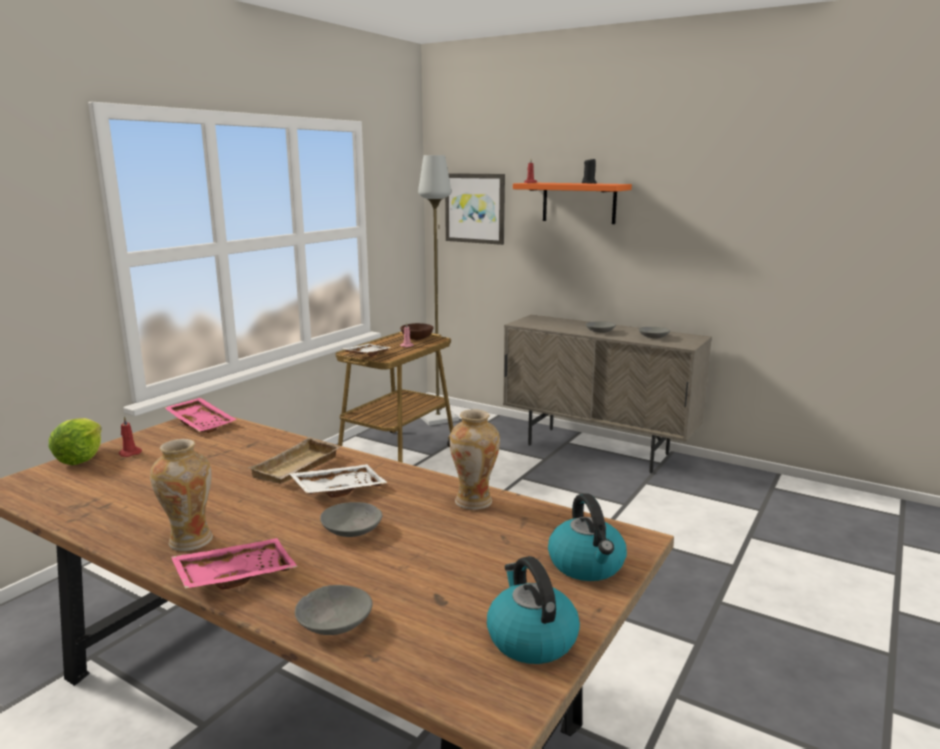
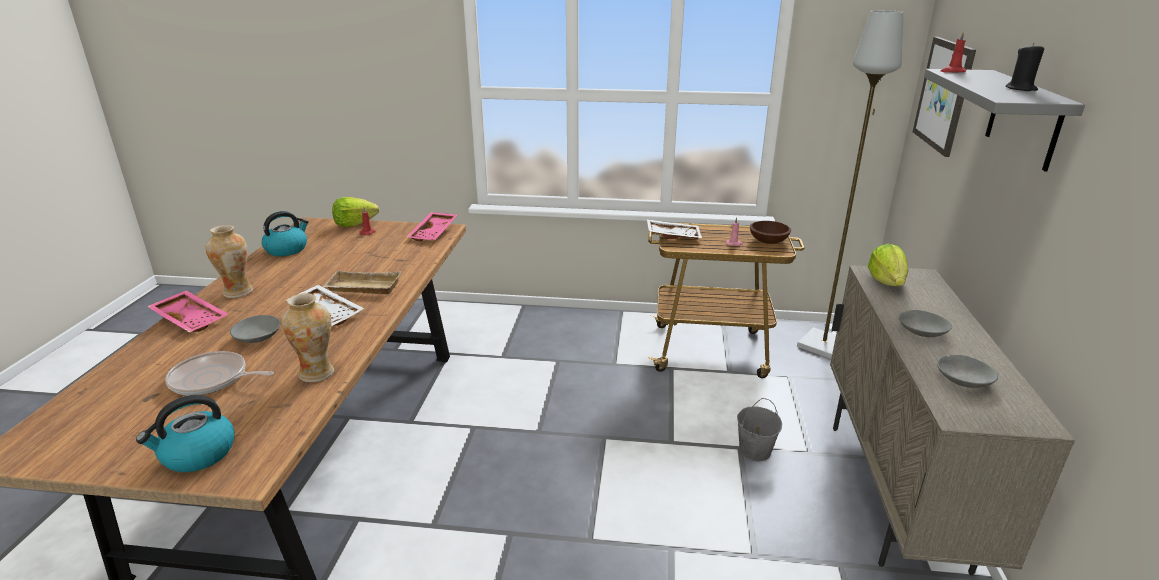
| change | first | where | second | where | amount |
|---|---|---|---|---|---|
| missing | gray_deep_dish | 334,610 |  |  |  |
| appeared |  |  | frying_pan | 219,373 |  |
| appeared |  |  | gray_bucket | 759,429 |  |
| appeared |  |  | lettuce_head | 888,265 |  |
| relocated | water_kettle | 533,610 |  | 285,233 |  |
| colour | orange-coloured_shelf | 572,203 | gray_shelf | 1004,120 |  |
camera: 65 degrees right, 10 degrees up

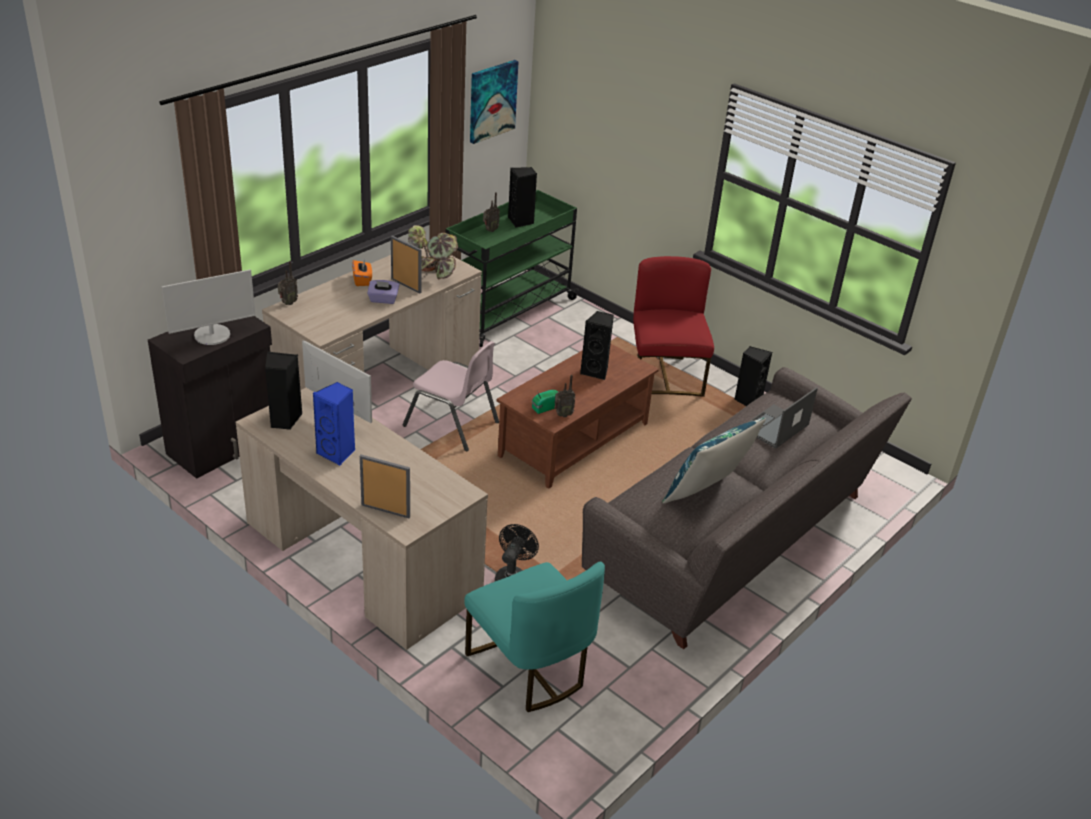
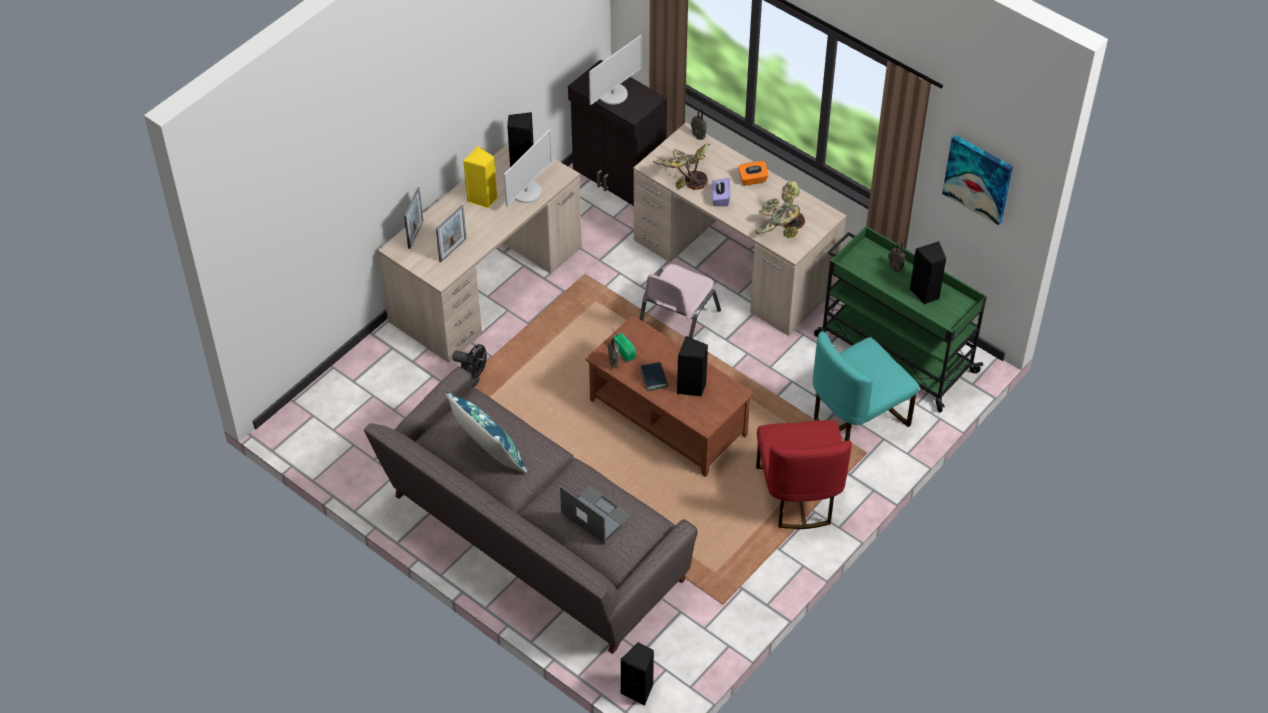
| change | first | where | second | where | amount |
|---|---|---|---|---|---|
| appeared |  |  | bound_book | 654,376 |  |
| appeared |  |  | plant_in_a_pot | 681,166 |  |
| relocated | standing_frame | 406,264 |  | 451,233 |  |
| relocated | blue-green_chair | 534,637 |  | 866,386 |  |
| relocated | black-coloured_loudspeaker | 753,376 |  | 637,674 |  |
| colour | blue-coloured_loudspeaker | 334,424 | yellowish_loudspeaker | 480,177 |  |
| spun | monitor | 208,307 |  | 615,70 | 105 degrees counterclockwise |
| spun | red-coloured_chair | 673,326 |  | 804,474 | 90 degrees clockwise |
camera: 90 degrees right, 15 degrees up

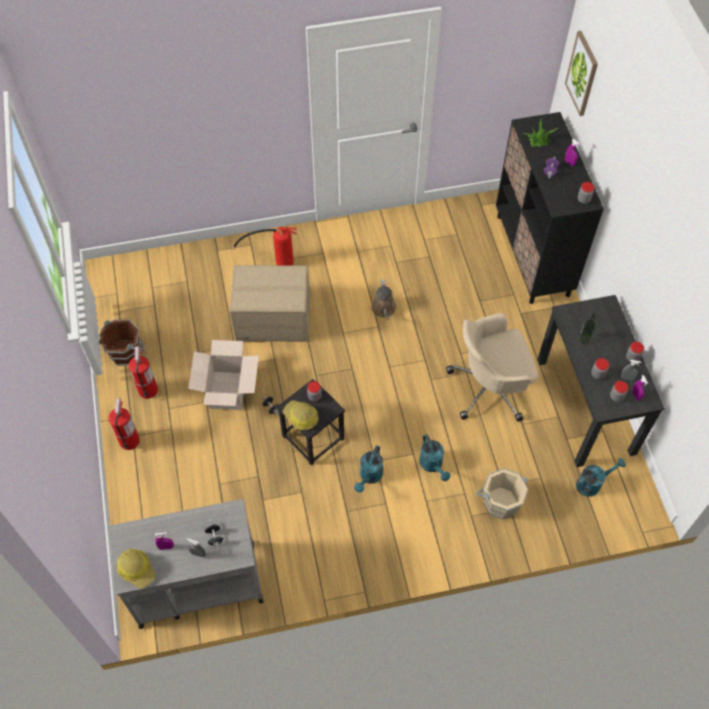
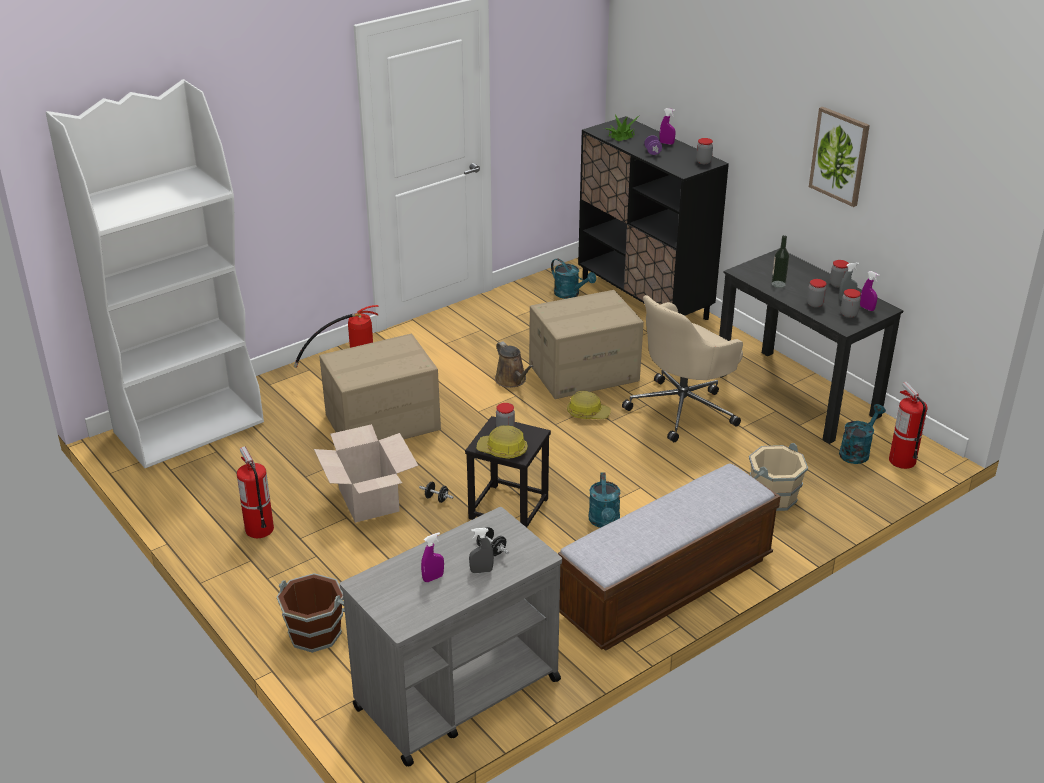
| change | first | where | second | where | amount |
|---|---|---|---|---|---|
| appeared |  |  | white-coloured_shelving_unit | 155,273 |  |
| appeared |  |  | packing_box | 586,344 |  |
| appeared |  |  | bench | 669,557 |  |
| relocated | brown-coloured_bucket | 121,343 |  | 310,613 |  |
| relocated | fire-fighting_cylinder | 124,424 |  | 908,425 |  |
| relocated | hard_hat | 136,568 |  | 589,405 |  |
| relocated | blue-green_sprinkling_can | 435,457 |  | 573,278 |  |
| relocated | wall_art | 581,73 |  | 839,157 |  |
camera: 25 degrees left, 25 degrees down

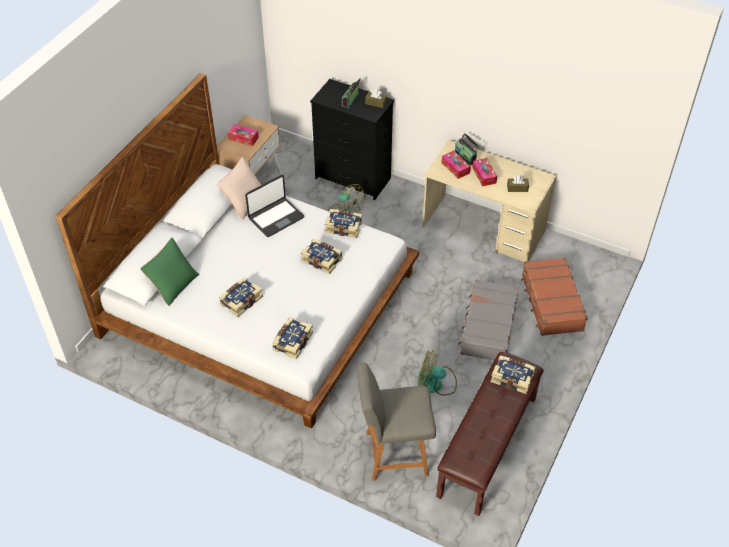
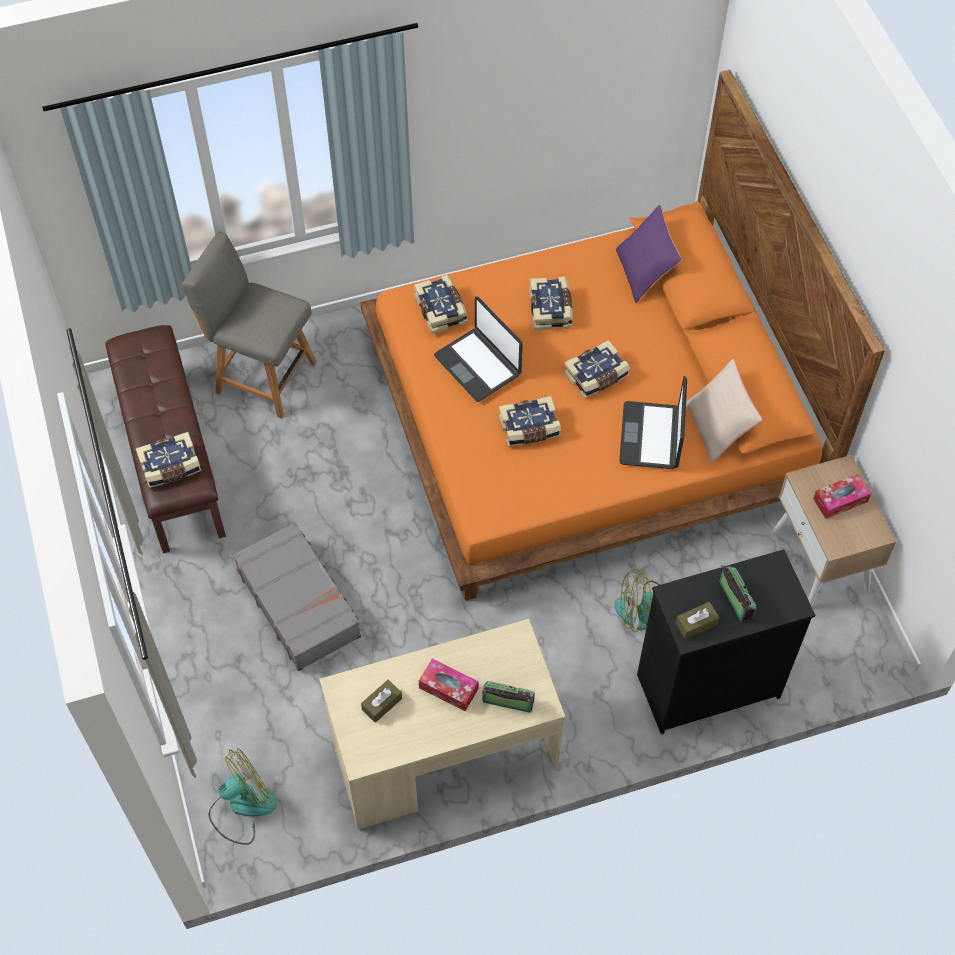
| change | first | where | second | where | amount |
|---|---|---|---|---|---|
| missing | tissue_box | 456,165 |  |  |  |
| missing | brown-coloured_suitcase | 554,296 |  |  |  |
| appeared |  |  | notebook_computer | 478,349 |  |
| relocated | bound_book | 343,223 |  | 597,369 |  |
| relocated | cooling_fan | 437,372 |  | 242,797 |  |
| colour | white-coloured_sleeping_bed | 237,251 | orange-coloured_sleeping_bed | 622,335 |  |
| colour | greenish_pillow | 169,272 | purple-coloured_pillow | 649,254 |  |
| spun | gray_chair | 396,422 |  | 249,325 | 105 degrees counterclockwise |
camera: 135 degrees right, 10 degrees up

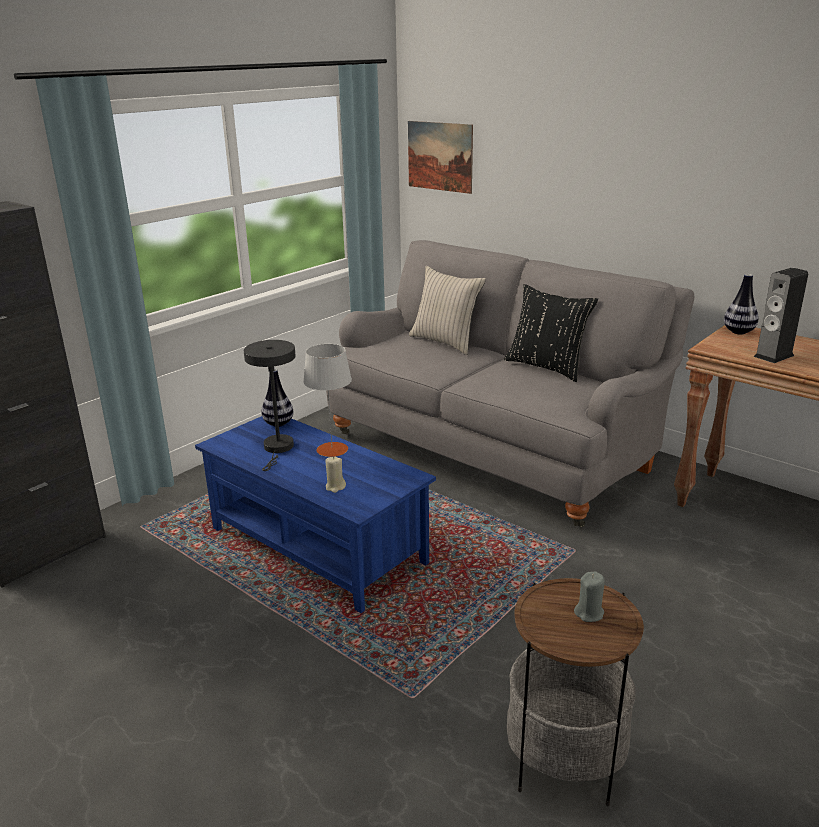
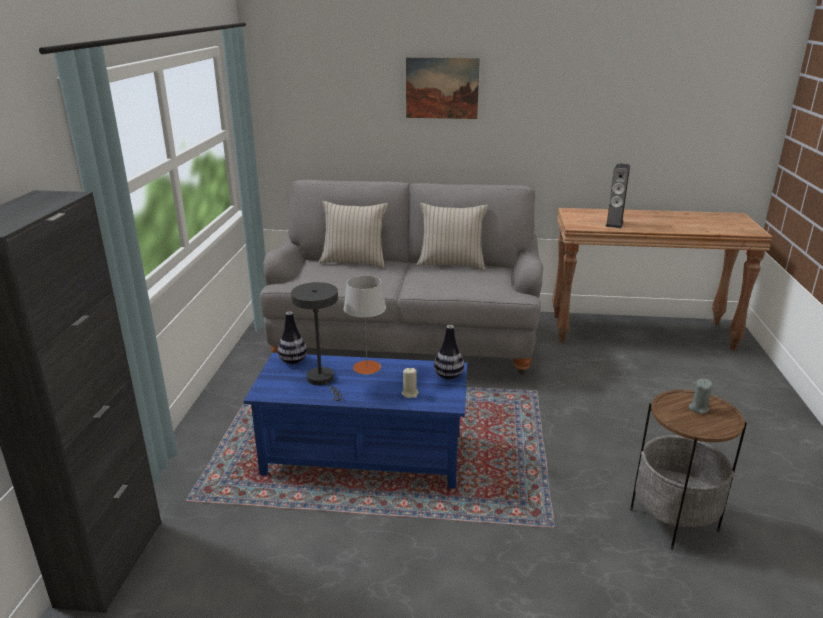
| change | first | where | second | where | amount |
|---|---|---|---|---|---|
| relocated | wall_art | 440,157 |  | 443,88 |  |
| relocated | flower_vase | 741,304 |  | 449,352 |  |
| colour | black-coloured_pillow | 551,333 | sand-coloured_pillow | 452,236 |  |
camera: 35 degrees left, 0 degrees up

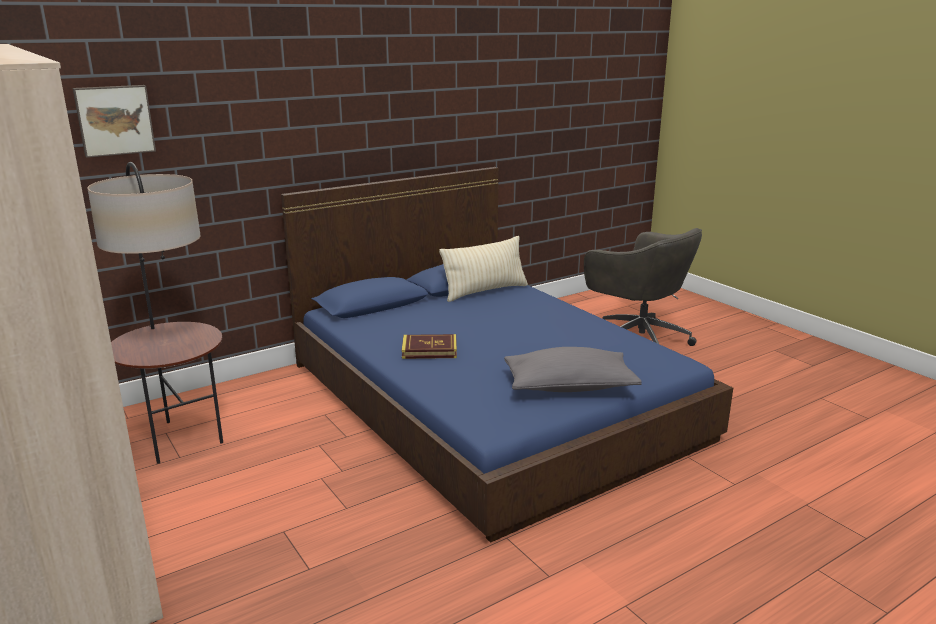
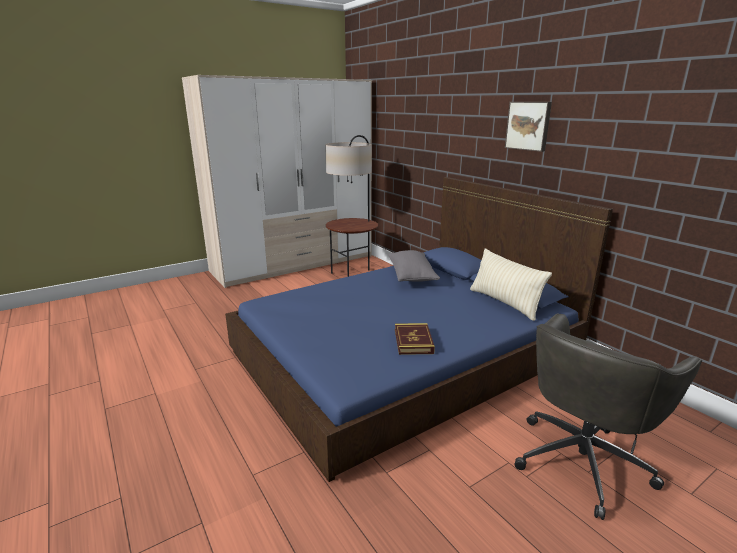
| change | first | where | second | where | amount |
|---|---|---|---|---|---|
| relocated | wall_art | 114,121 |  | 528,127 |  |
| relocated | bound_book | 429,346 |  | 415,339 |  |
| relocated | gray_pillow | 573,369 |  | 414,266 |  |
camera: 90 degrees right, 0 degrees up

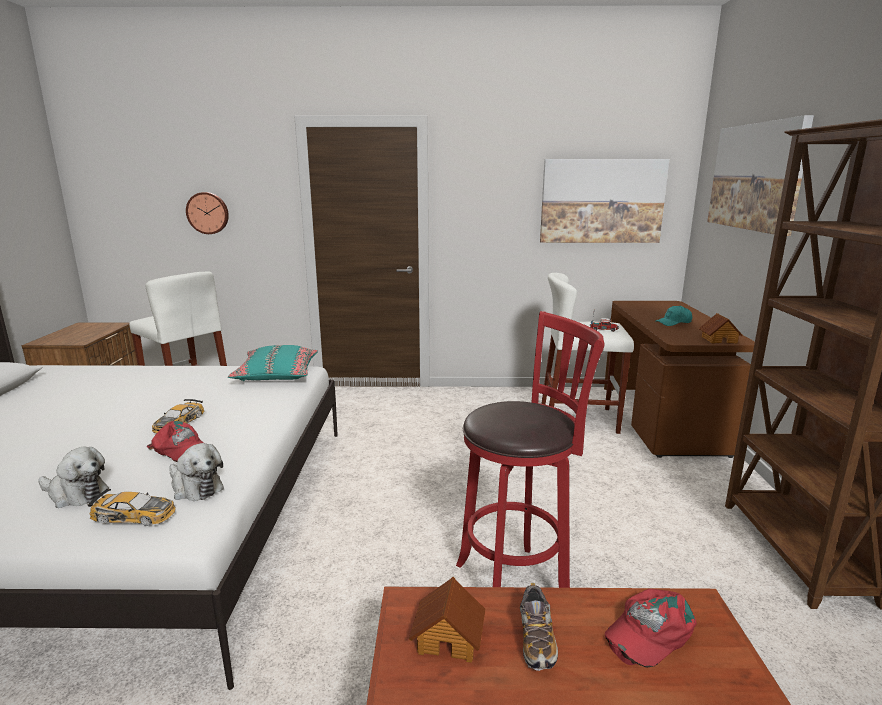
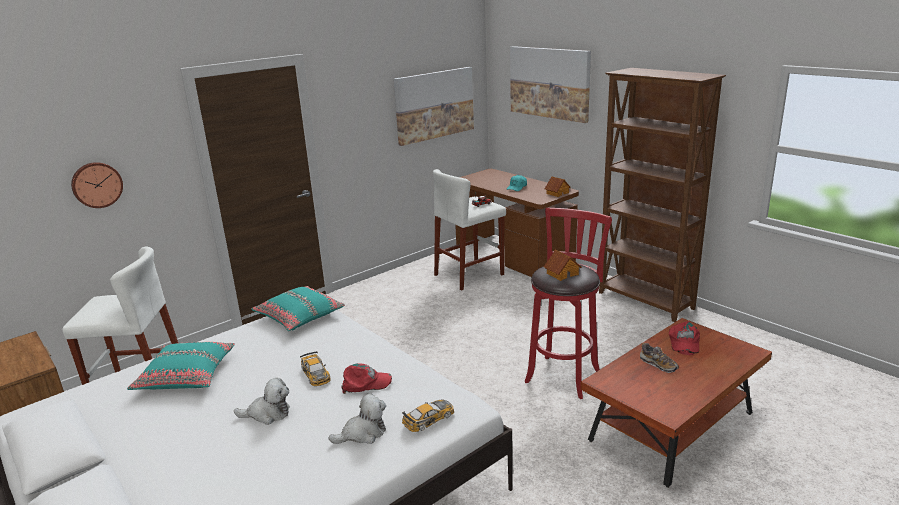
| change | first | where | second | where | amount |
|---|---|---|---|---|---|
| appeared |  |  | blue-green_pillow | 181,366 |  |
| relocated | plush_toy | 196,472 |  | 262,401 |  |
| relocated | miniature_house | 447,620 |  | 562,265 |  |
camera: 40 degrees left, 5 degrees up

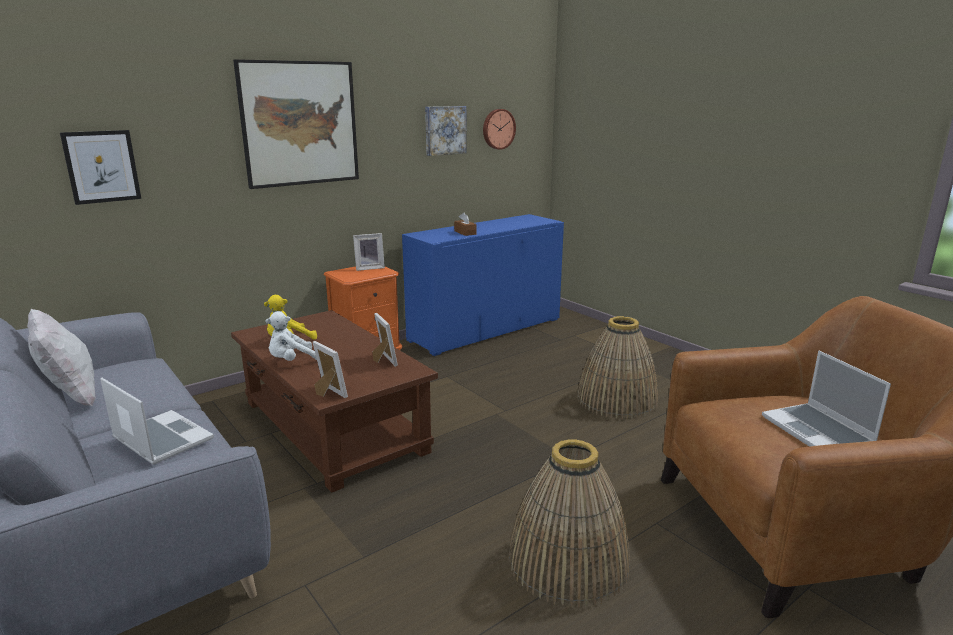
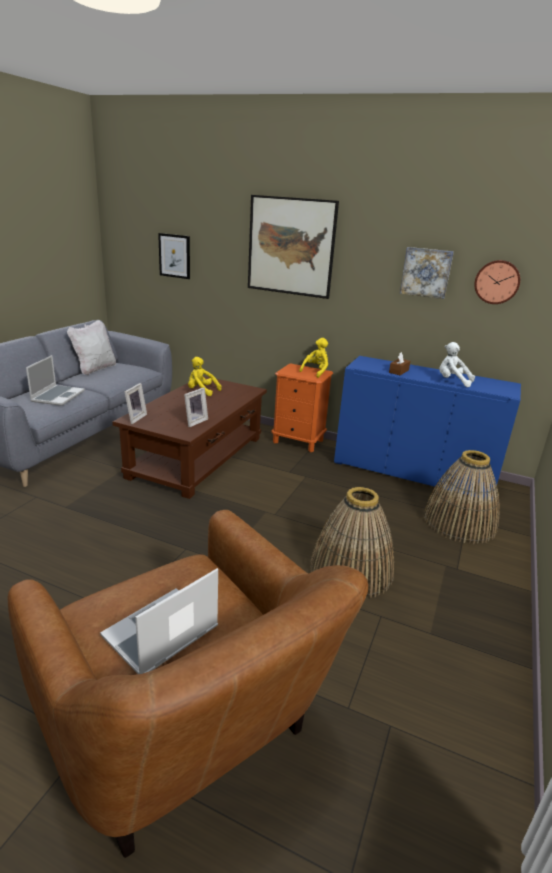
| change | first | where | second | where | amount |
|---|---|---|---|---|---|
| relocated | white-coloured_plush_toy | 291,336 |  | 457,364 |  |
| relocated | household_basket | 569,523 |  | 462,497 |  |
| exchanged | standing_frame | 369,252 | yellowish_plush_toy | 313,358 |  |
camera: 60 degrees right, 5 degrees up

